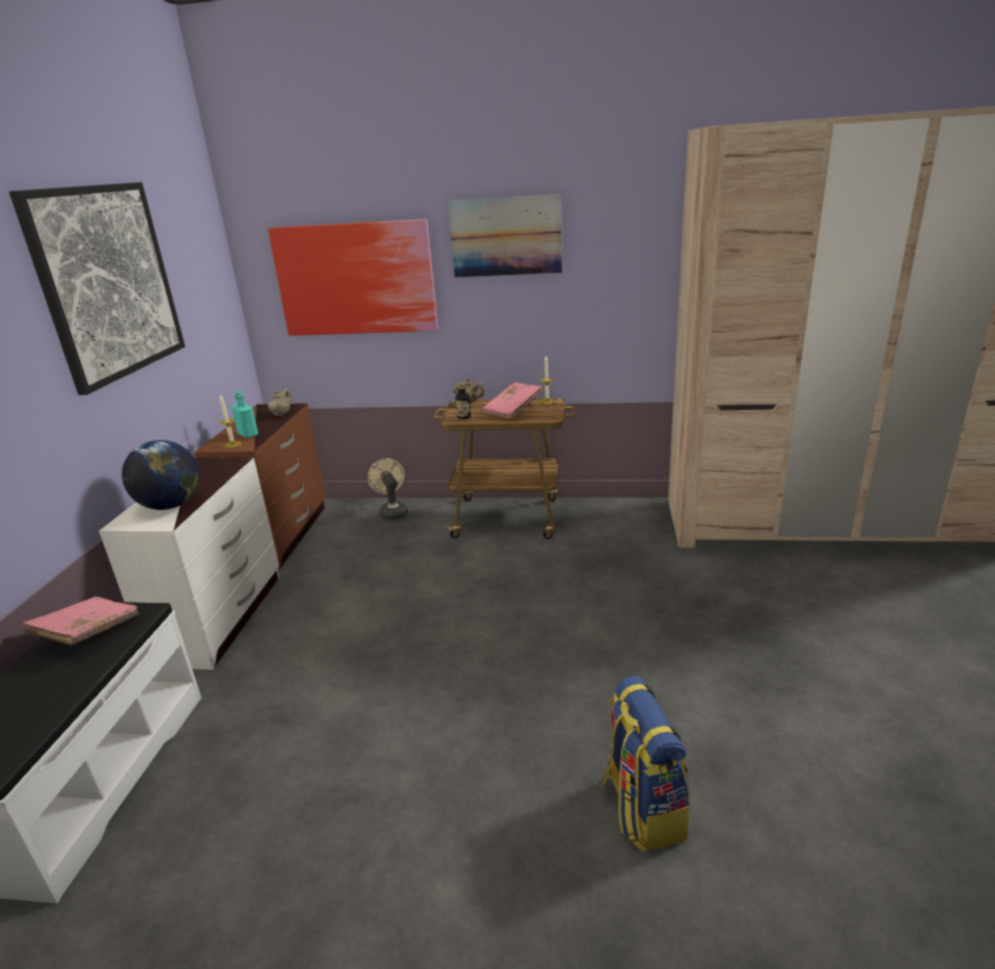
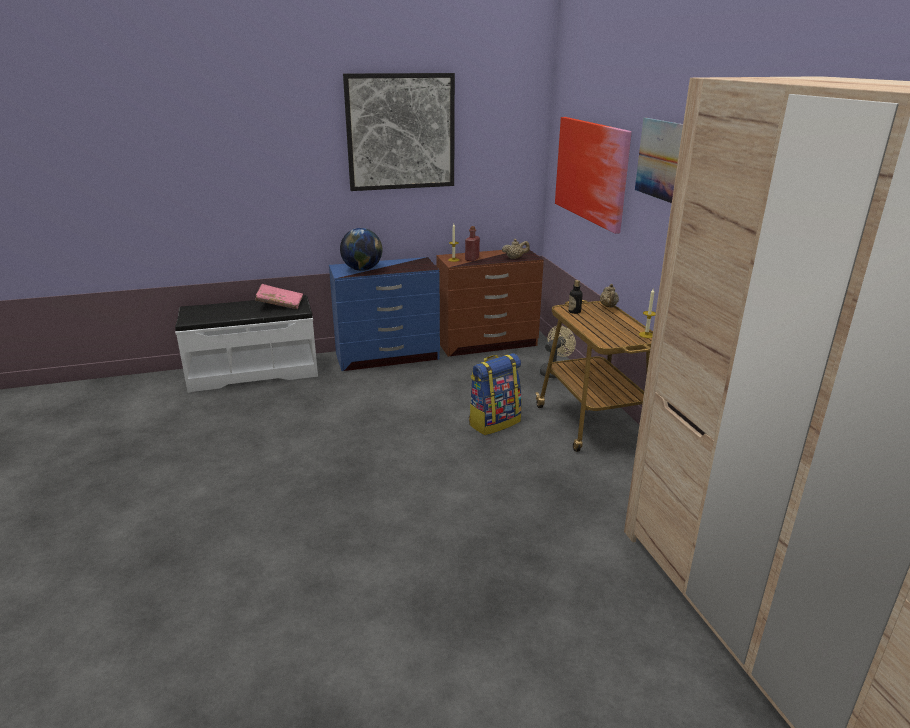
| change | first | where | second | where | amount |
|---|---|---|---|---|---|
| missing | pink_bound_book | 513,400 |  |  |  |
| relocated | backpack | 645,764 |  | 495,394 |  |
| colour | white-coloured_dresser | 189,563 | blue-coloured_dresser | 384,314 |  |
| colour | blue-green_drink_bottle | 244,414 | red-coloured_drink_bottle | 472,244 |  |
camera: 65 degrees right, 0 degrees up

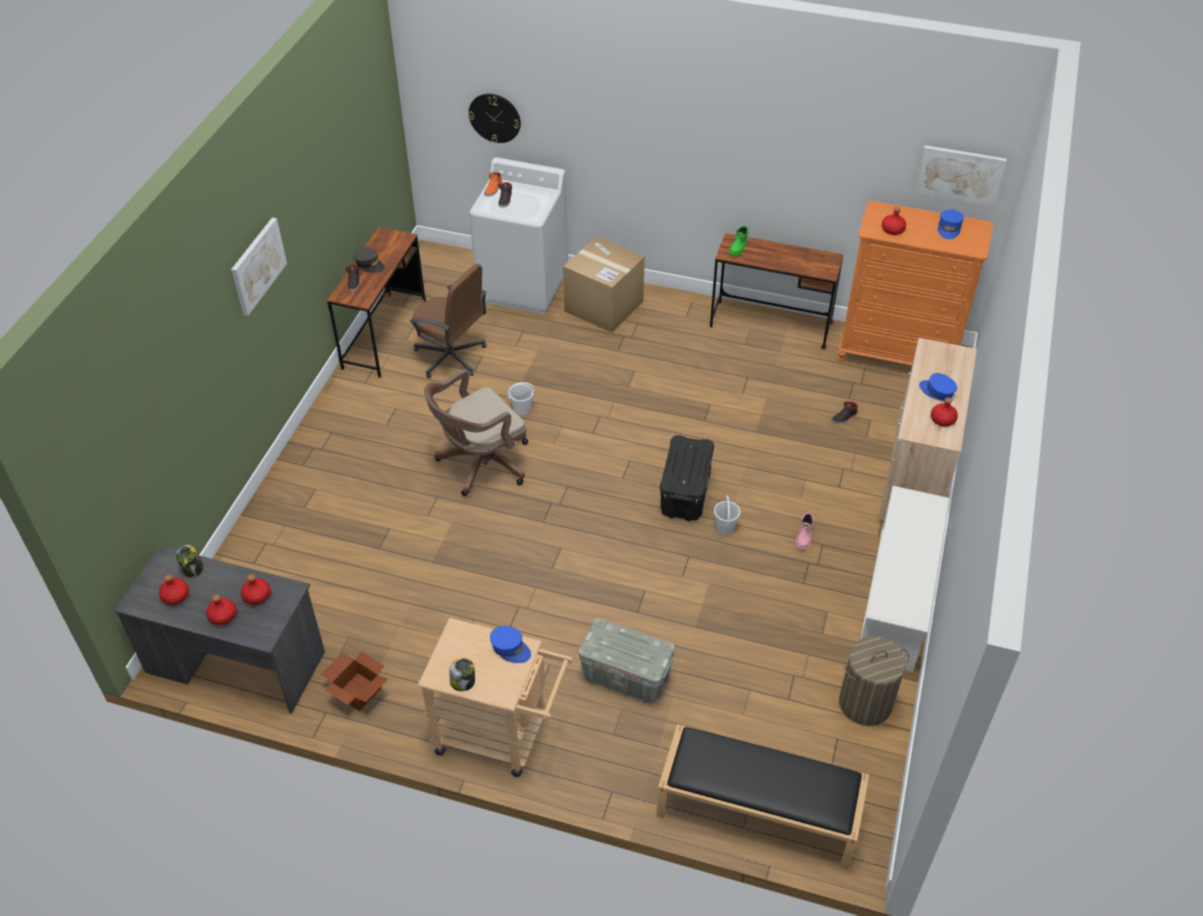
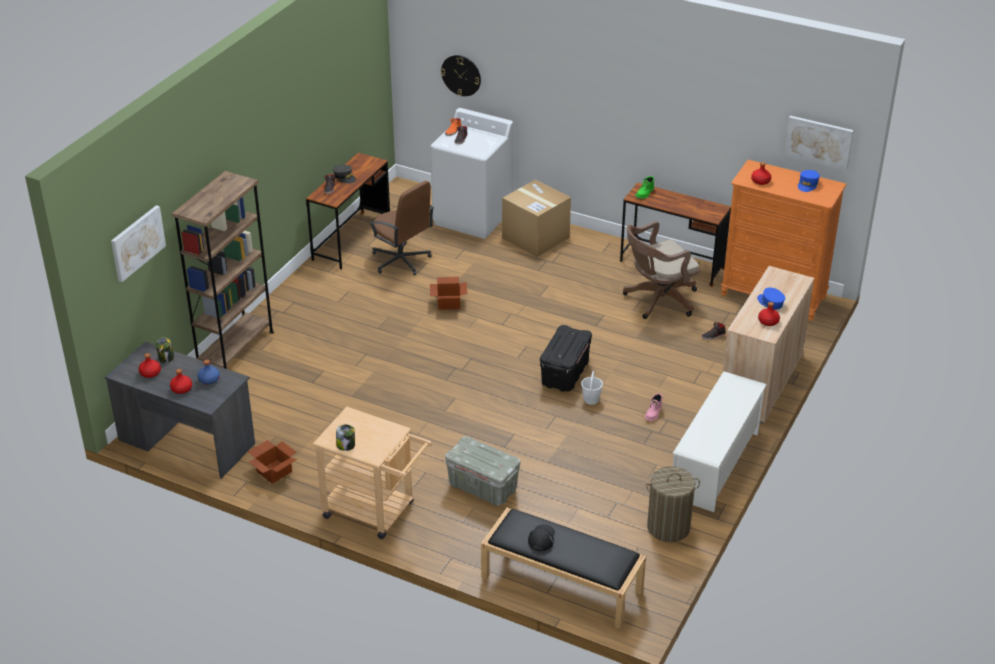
| change | first | where | second | where | amount |
|---|---|---|---|---|---|
| missing | blue-coloured_peaked_cap | 510,644 |  |  |  |
| appeared |  |  | brown-coloured_shelving_unit | 223,270 |  |
| appeared |  |  | black-coloured_peaked_cap | 541,537 |  |
| relocated | wall_art | 259,266 |  | 138,243 |  |
| relocated | brown-coloured_desk_chair | 476,432 |  | 661,270 |  |
| exchanged | white-coloured_bucket | 521,398 | packing_box | 448,293 |  |
| colour | red-coloured_drink_bottle | 256,589 | blue-coloured_drink_bottle | 208,372 |  |
camera: 10 degrees right, 10 degrees down

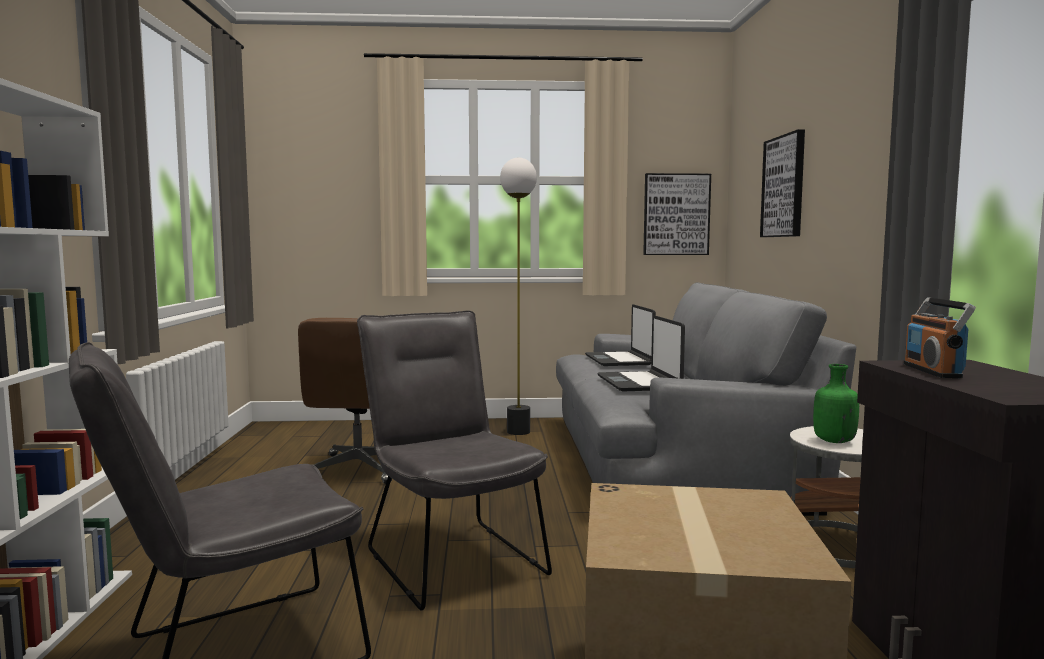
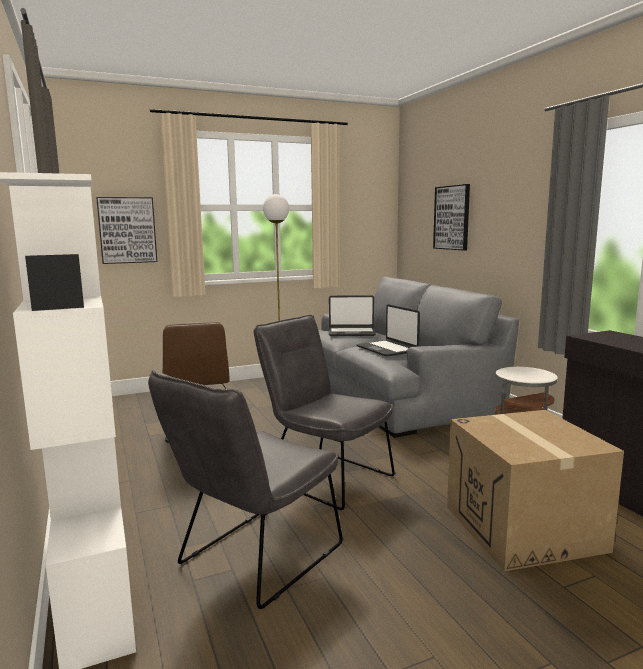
| change | first | where | second | where | amount |
|---|---|---|---|---|---|
| missing | greenish_drink_bottle | 836,403 |  |  |  |
| missing | radio_set | 940,337 |  |  |  |
| relocated | wall_art | 677,214 |  | 126,230 |  |
| spun | notebook_computer | 620,335 |  | 352,315 | 60 degrees counterclockwise |
camera: 20 degrees left, 5 degrees up

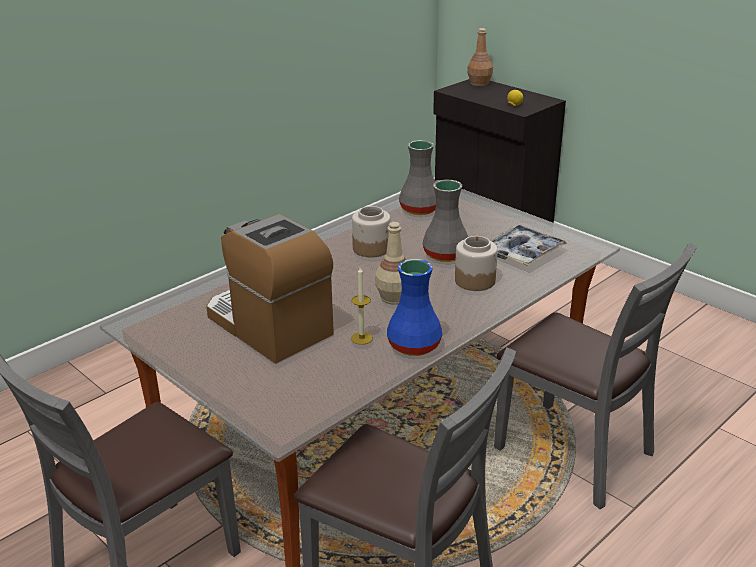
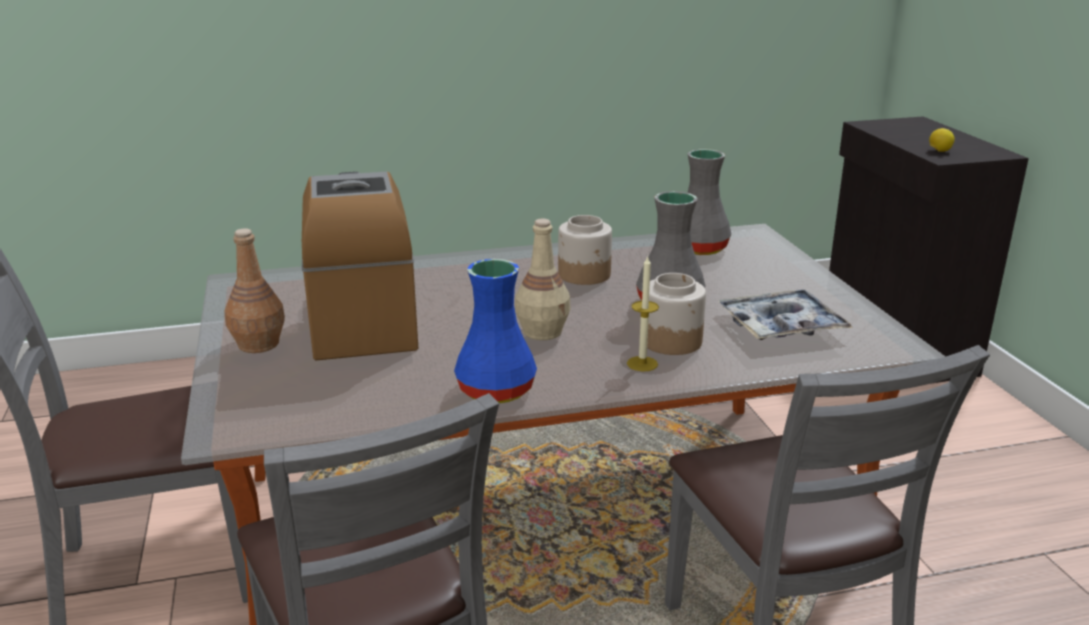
| change | first | where | second | where | amount |
|---|---|---|---|---|---|
| relocated | wax_candle | 362,306 |  | 643,314 |  |
| relocated | brown-coloured_drink_bottle | 480,57 |  | 254,290 |  |
camera: 30 degrees right, 5 degrees down

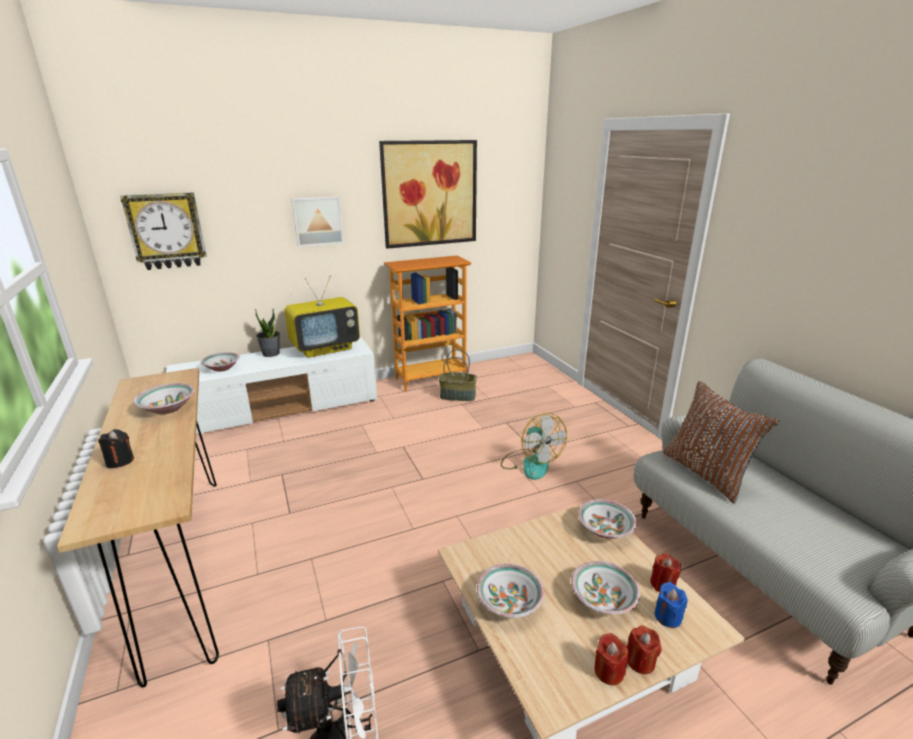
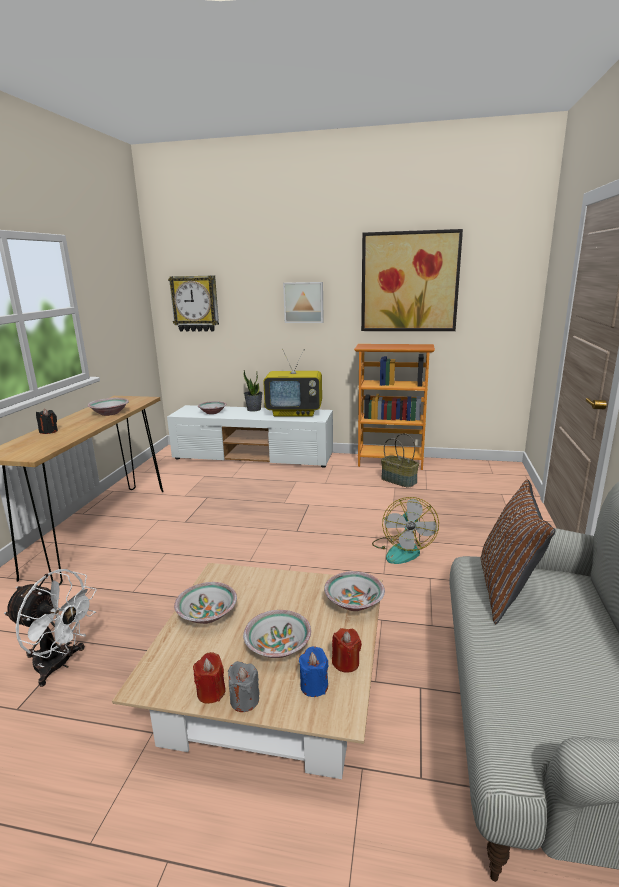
| change | first | where | second | where | amount |
|---|---|---|---|---|---|
| colour | red-coloured_wax_candle | 644,649 | gray_wax_candle | 244,686 |  |
camera: 35 degrees right, 5 degrees down

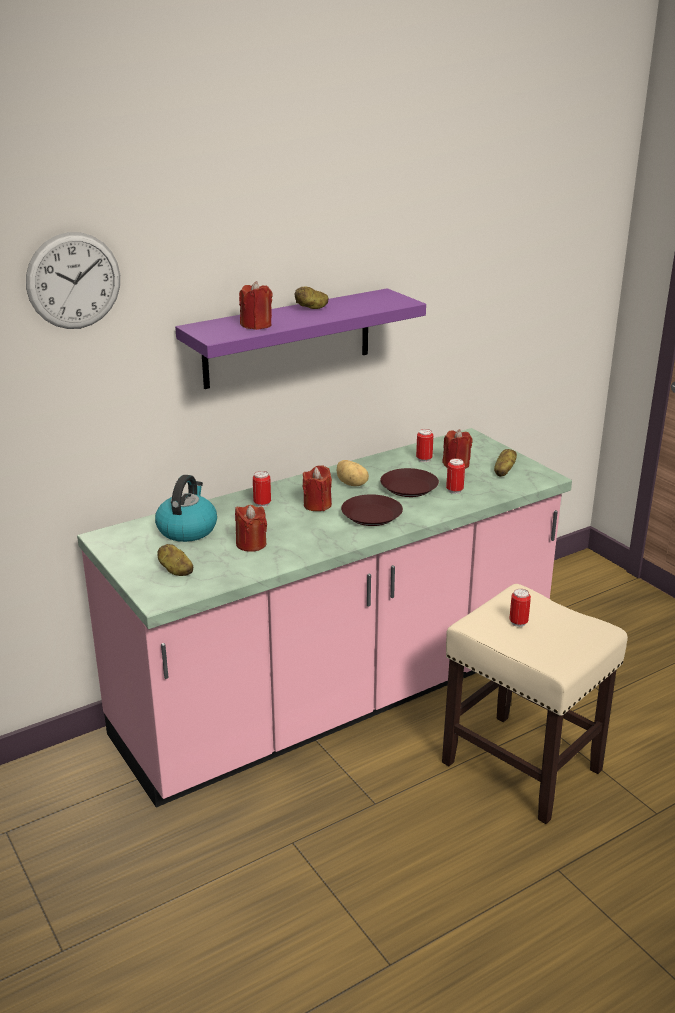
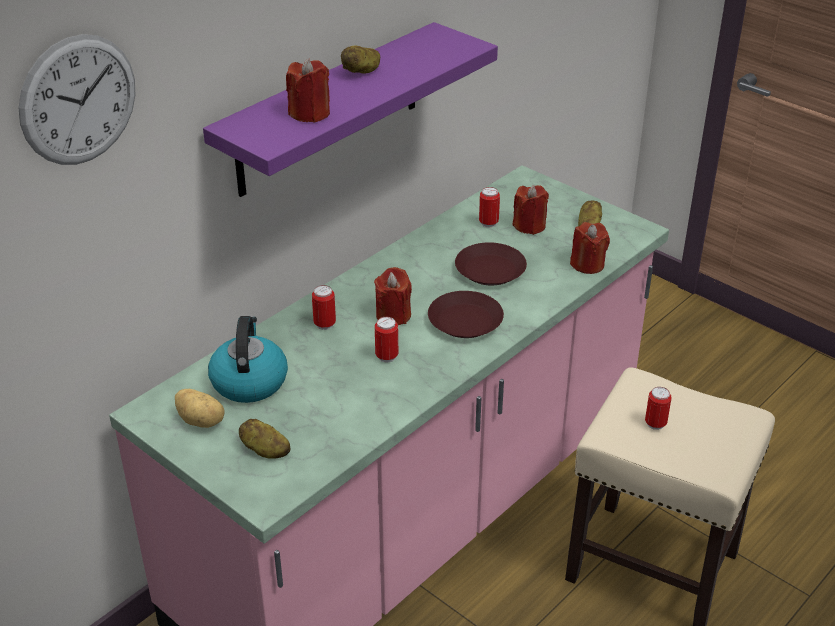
| change | first | where | second | where | amount |
|---|---|---|---|---|---|
| relocated | red-coloured_wax_candle | 251,528 |  | 590,248 |  |
| relocated | spud | 352,473 |  | 200,408 |  |
| relocated | can | 455,476 |  | 386,339 |  |
camera: 15 degrees left, 10 degrees up

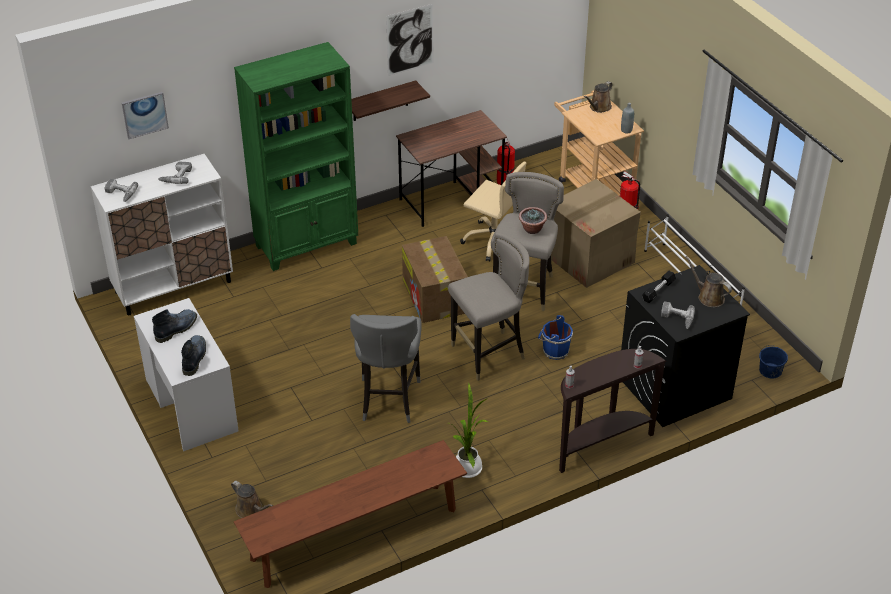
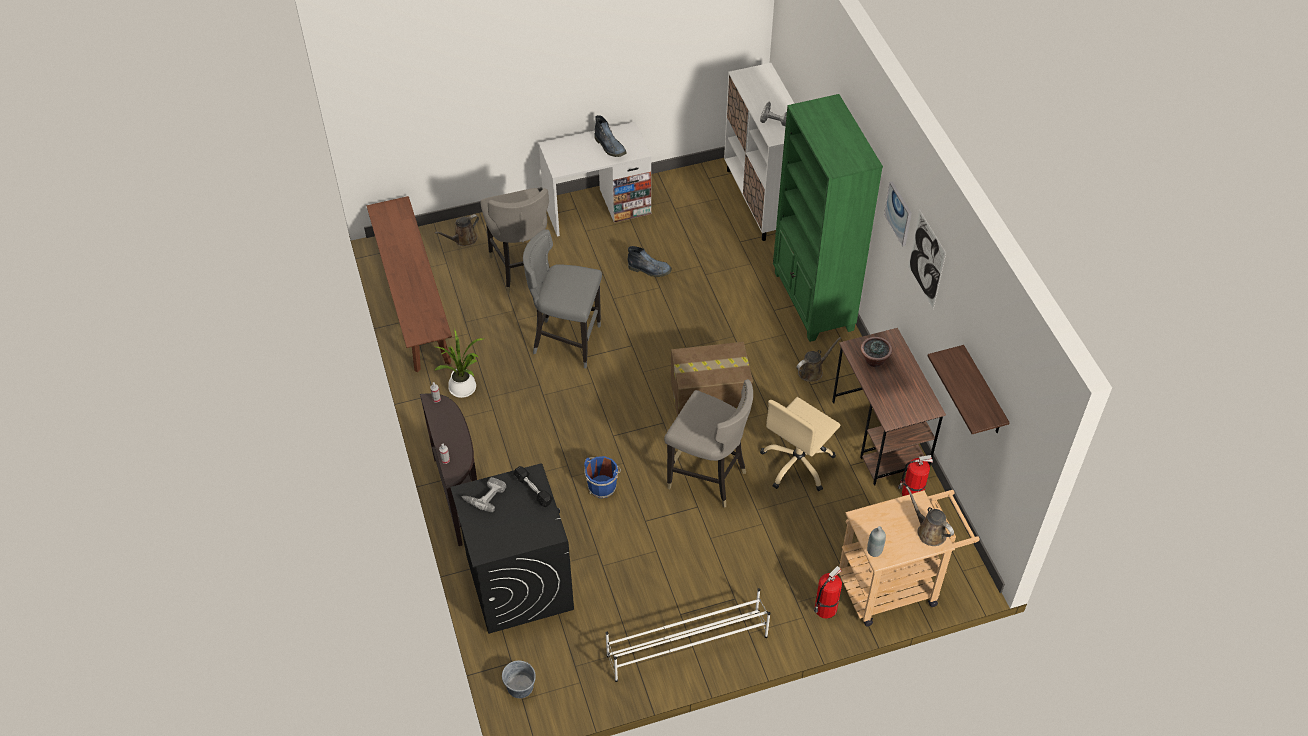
| change | first | where | second | where | amount |
|---|---|---|---|---|---|
| missing | drill | 121,190 |  |  |  |
| missing | packing_box | 596,233 |  |  |  |
| relocated | wall_art | 145,115 |  | 898,213 |  |
| relocated | boot | 193,355 |  | 650,261 |  |
| relocated | shelf | 390,101 |  | 969,389 |  |
| relocated | gray_stool_seat | 489,306 |  | 515,241 |  |
| relocated | plant_in_a_pot | 533,220 |  | 876,352 |  |
| relocated | brown-coloured_sprinkling_can | 708,281 |  | 818,359 |  |
| colour | blue-coloured_bucket | 773,361 | gray_bucket | 519,679 |  |
camera: 100 degrees right, 10 degrees up

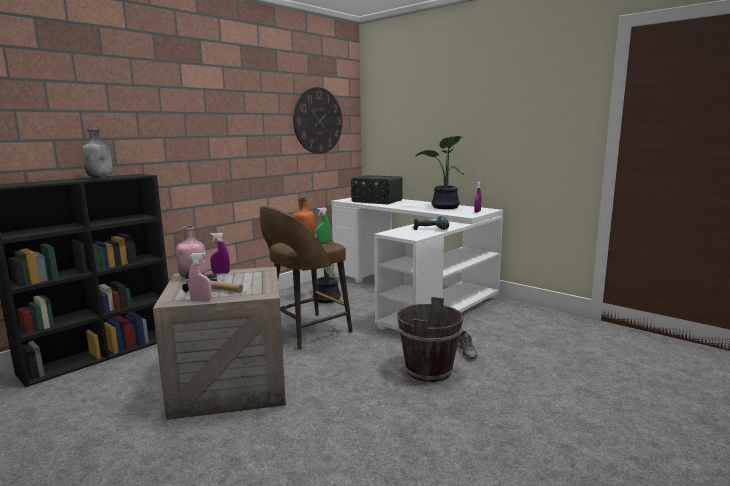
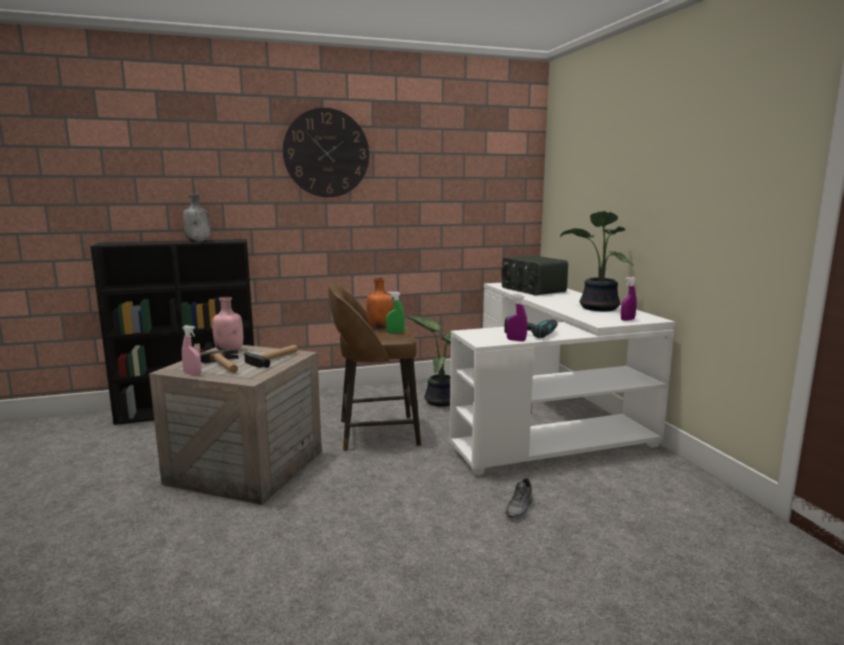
| change | first | where | second | where | amount |
|---|---|---|---|---|---|
| missing | brown-coloured_bucket | 430,339 |  |  |  |
| appeared |  |  | hammer | 271,356 |  |
| relocated | purple-coloured_spray_bottle | 220,253 |  | 516,317 |  |
| relocated | hanging_clock | 317,120 |  | 326,152 |  |
camera: 30 degrees right, 0 degrees up

